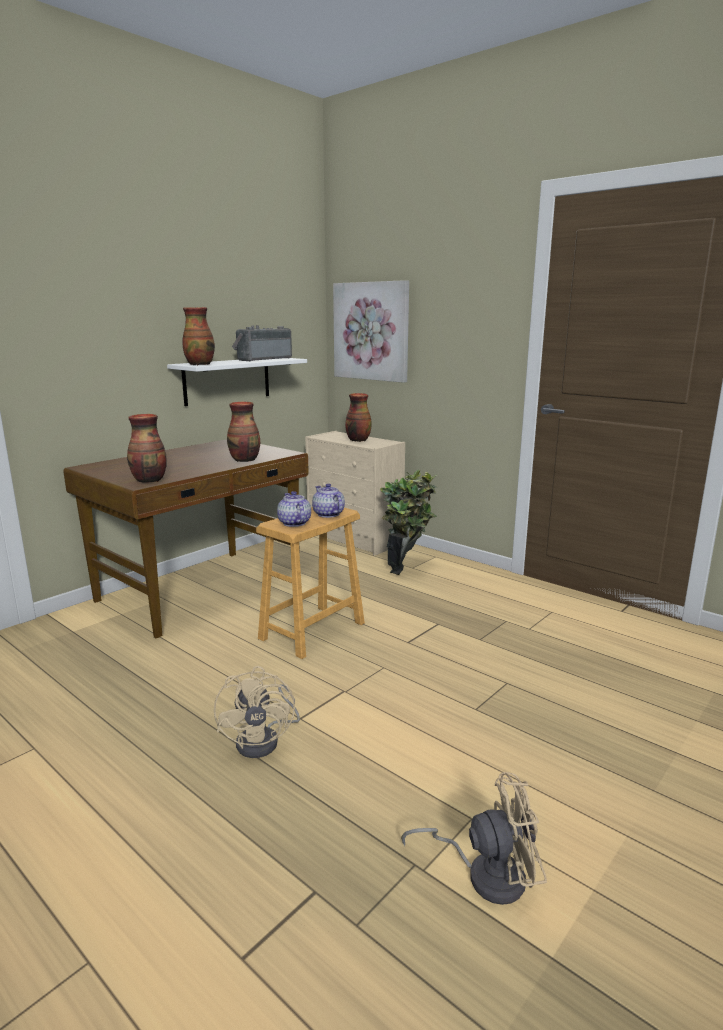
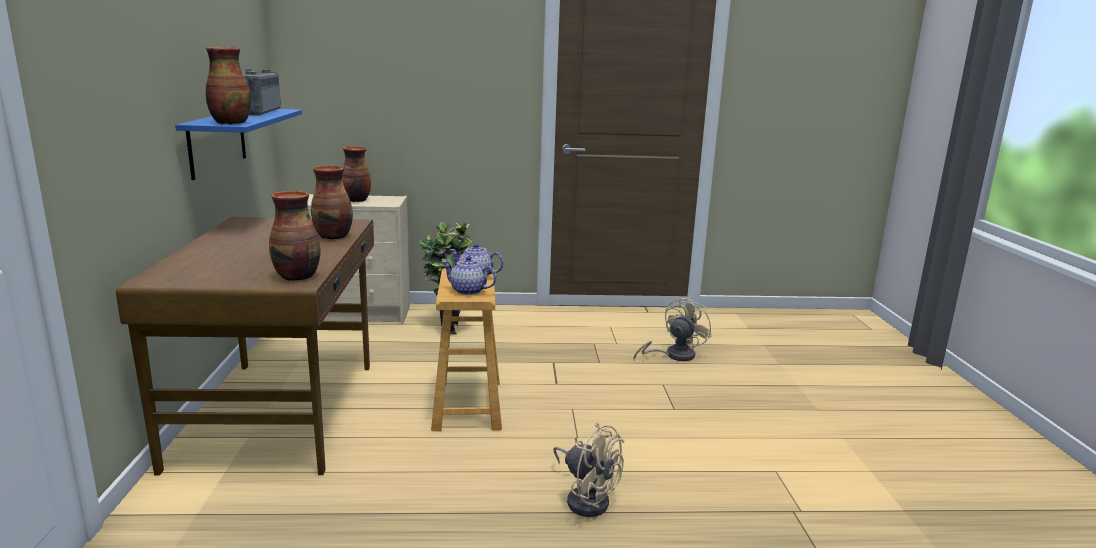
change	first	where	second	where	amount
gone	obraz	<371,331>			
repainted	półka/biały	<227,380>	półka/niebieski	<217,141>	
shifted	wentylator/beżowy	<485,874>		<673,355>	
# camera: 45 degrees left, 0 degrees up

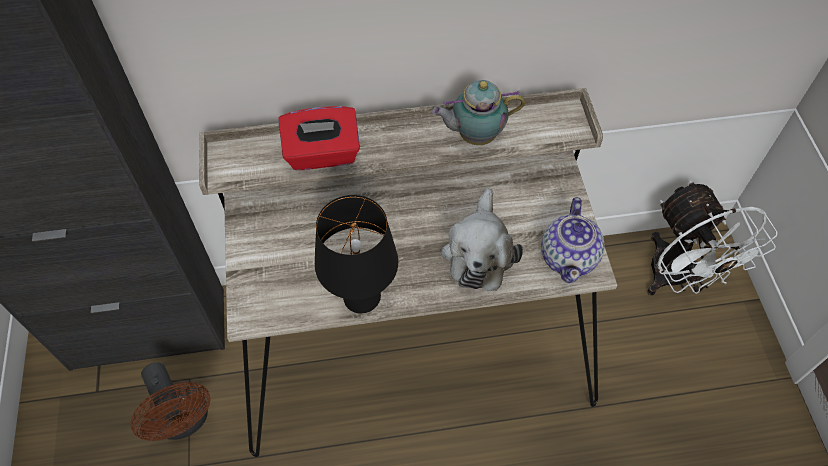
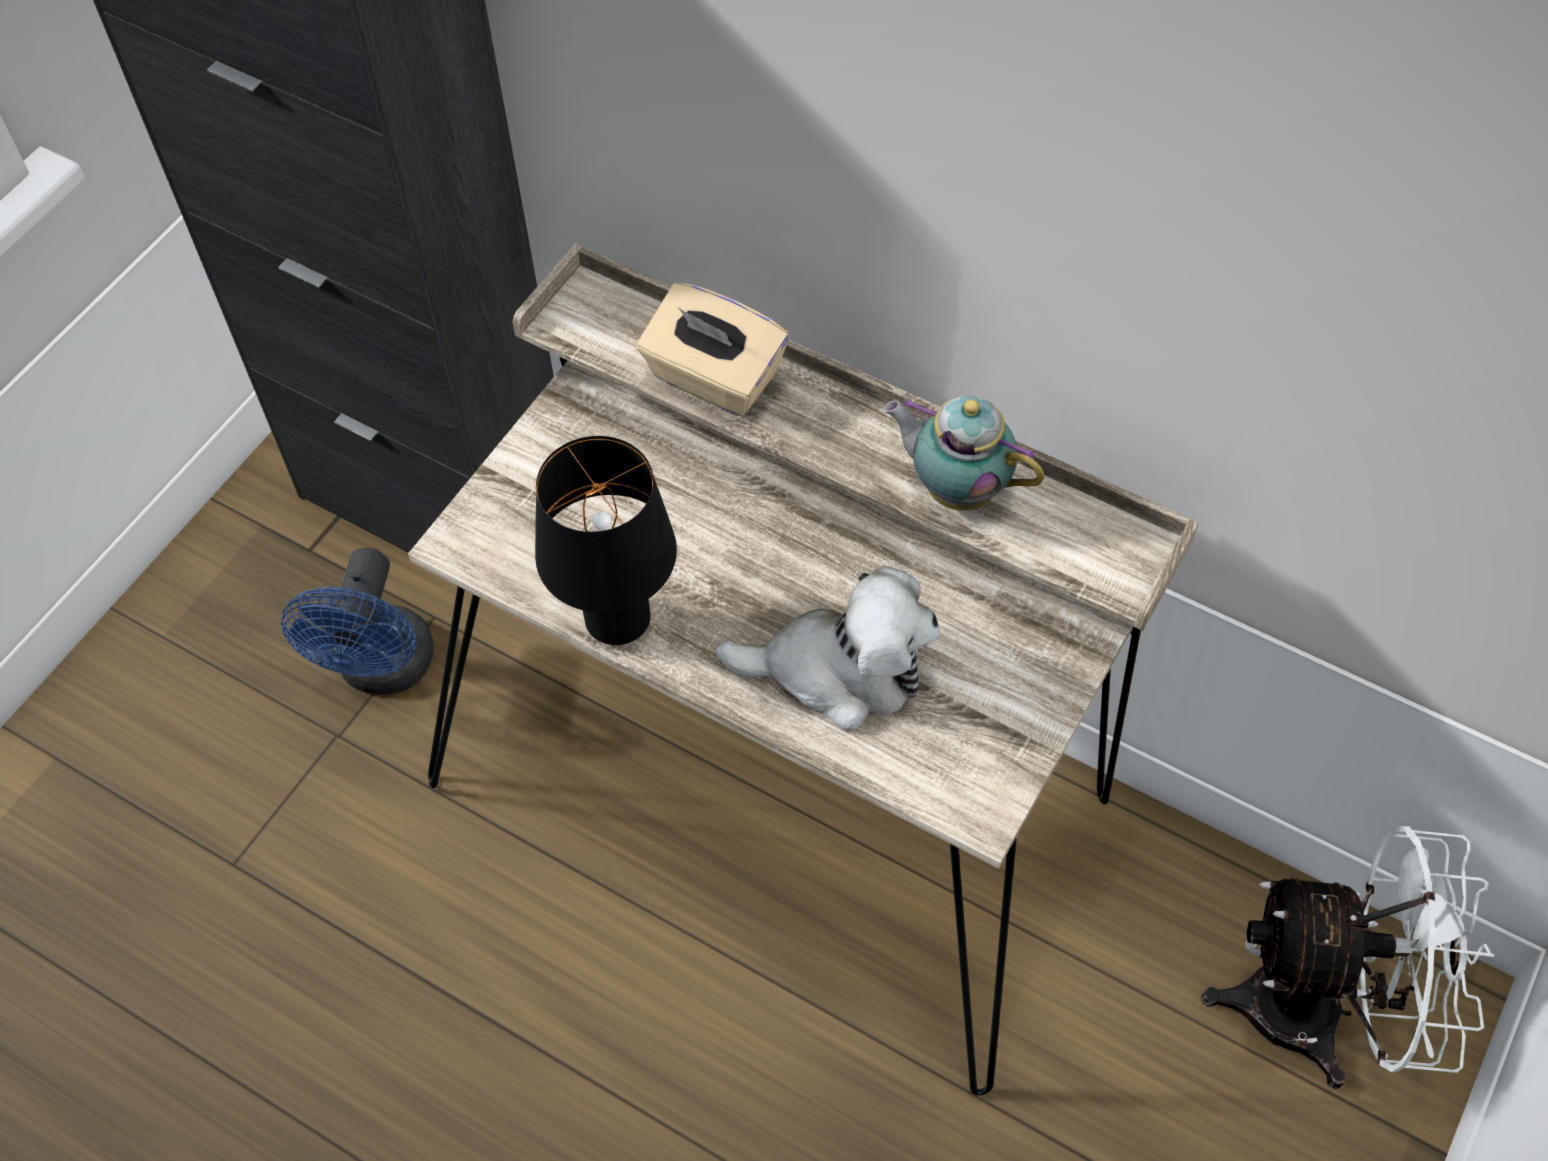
change	first	where	second	where	amount
repainted	pudełko chusteczek/czerwony	<322,154>	pudełko chusteczek/beżowy	<713,378>	
rotated	wentylator/biały	<677,279>		<1319,1011>	105 degrees counterclockwise
rotated	pluszak	<479,252>		<839,670>	135 degrees counterclockwise
gone	imbryk	<569,257>			
repainted	wentylator/brązowy	<185,421>	wentylator/niebieski	<383,670>	
# camera: 40 degrees right, 0 degrees up

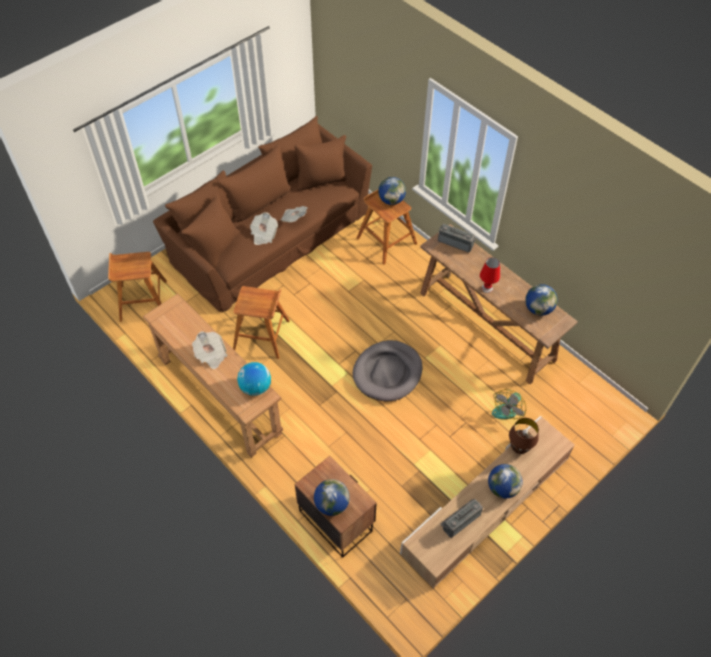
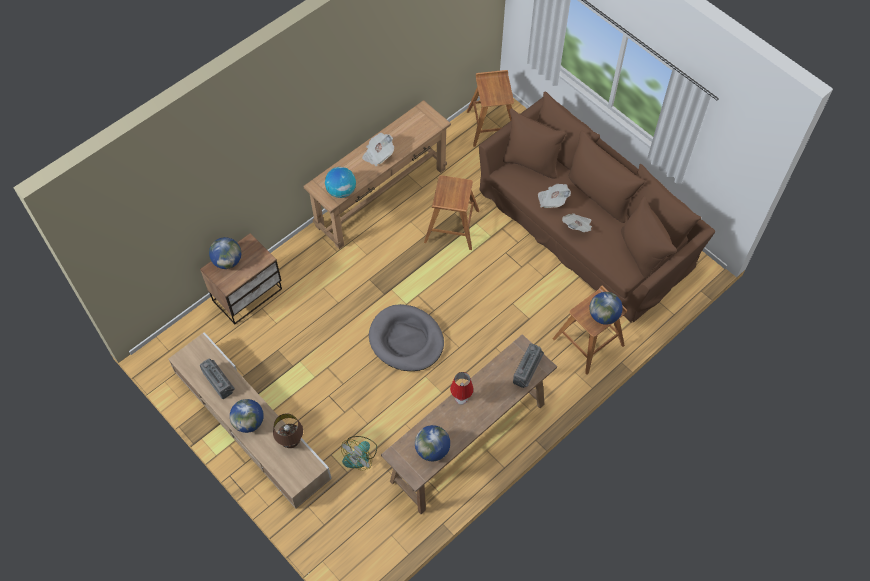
change	first	where	second	where	amount
rotated	wentylator	<507,408>		<360,455>	90 degrees counterclockwise
# camera: 90 degrees right, 5 degrees up

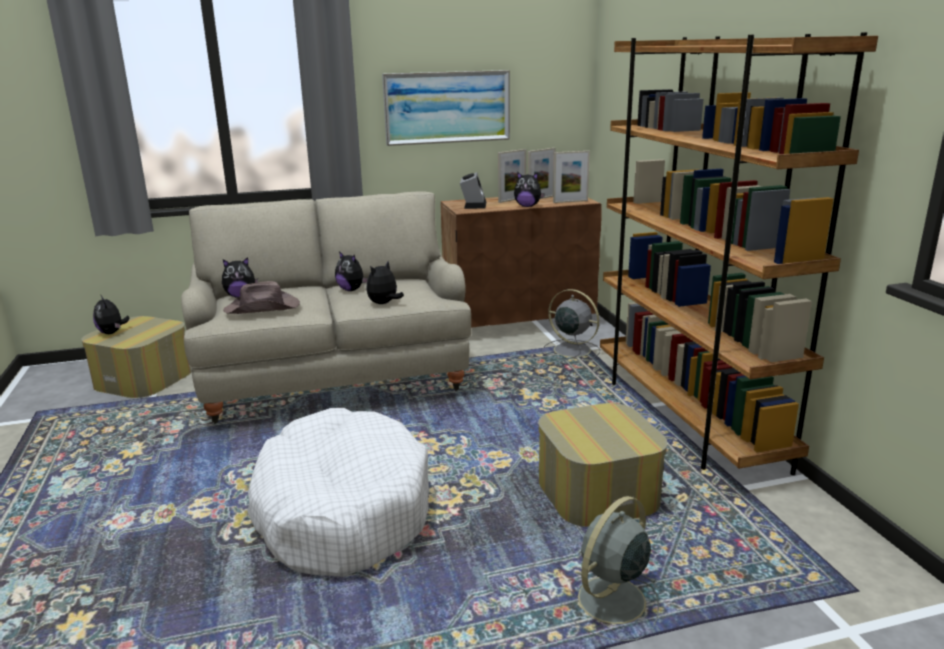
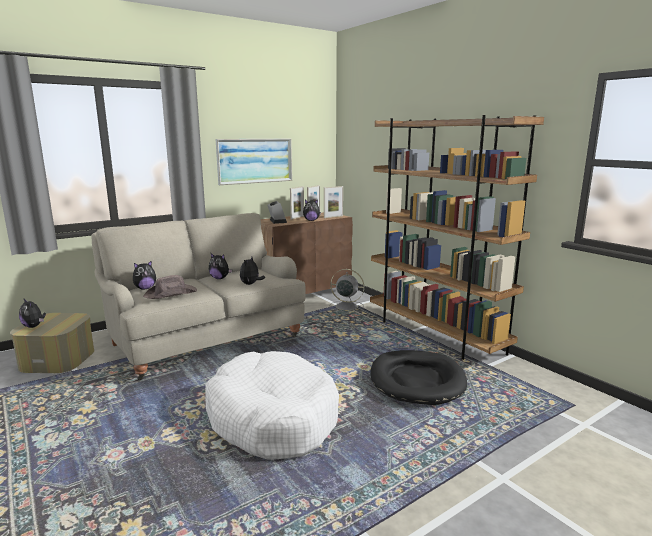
change	first	where	second	where	amount
swapped	pufa	<598,492>	legowisko/czarny	<417,380>	
gone	wentylator/szary	<609,602>			
# camera: 20 degrees left, 5 degrees down

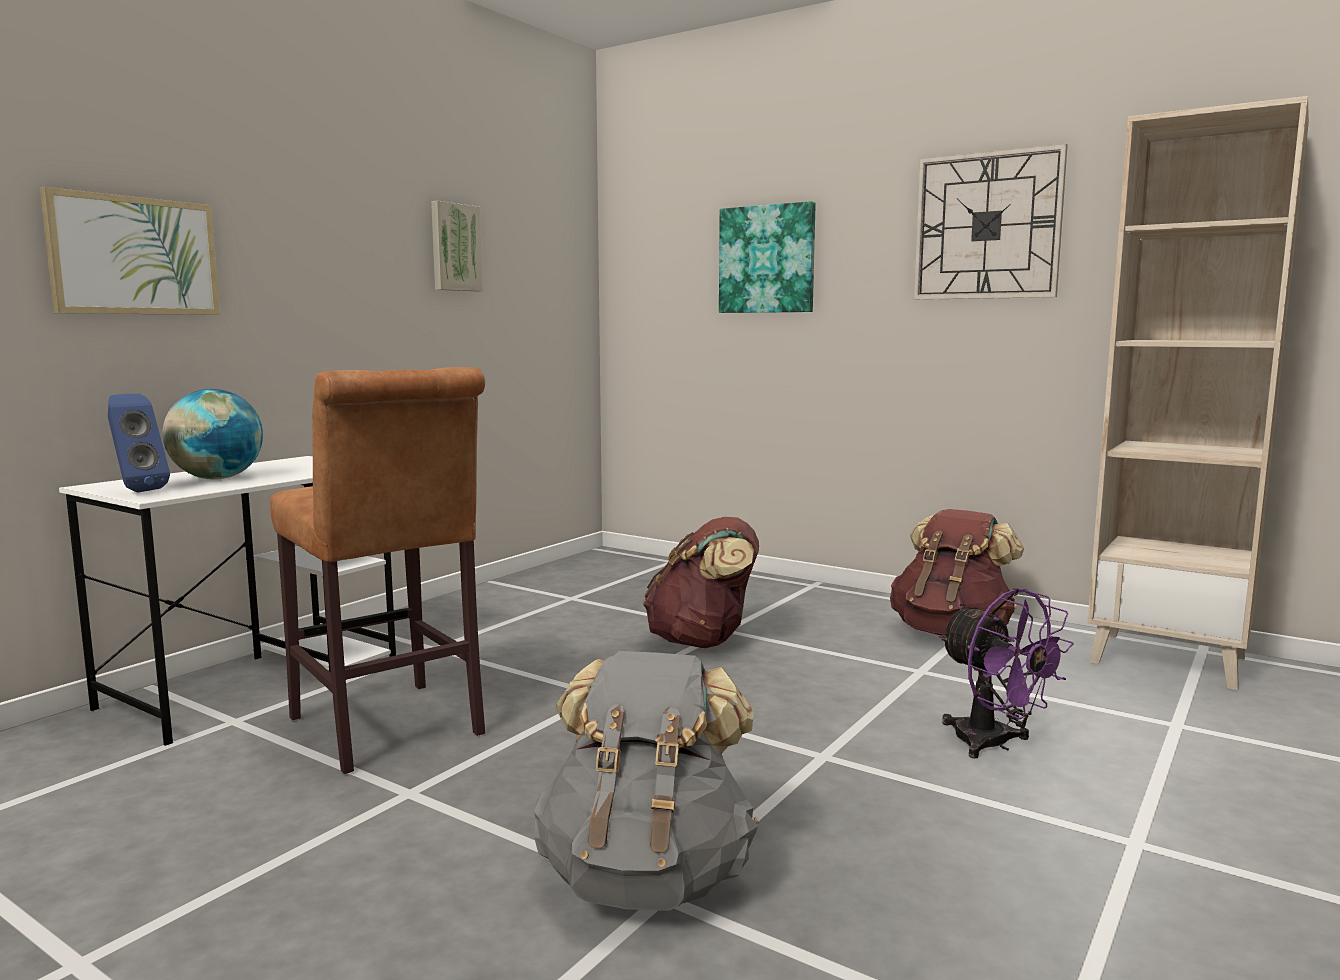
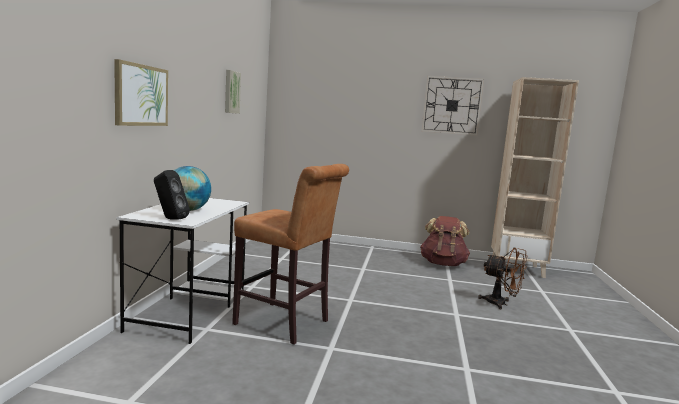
change	first	where	second	where	amount
gone	obraz	<767,259>			
repainted	głośnik/niebieski	<137,491>	głośnik/czarny	<169,219>	
gone	plecak/brązowy	<703,641>			
repainted	wentylator/fioletowy	<994,744>	wentylator/brązowy	<501,304>	
gone	plecak/szary	<647,877>			
# camera: 25 degrees left, 0 degrees up

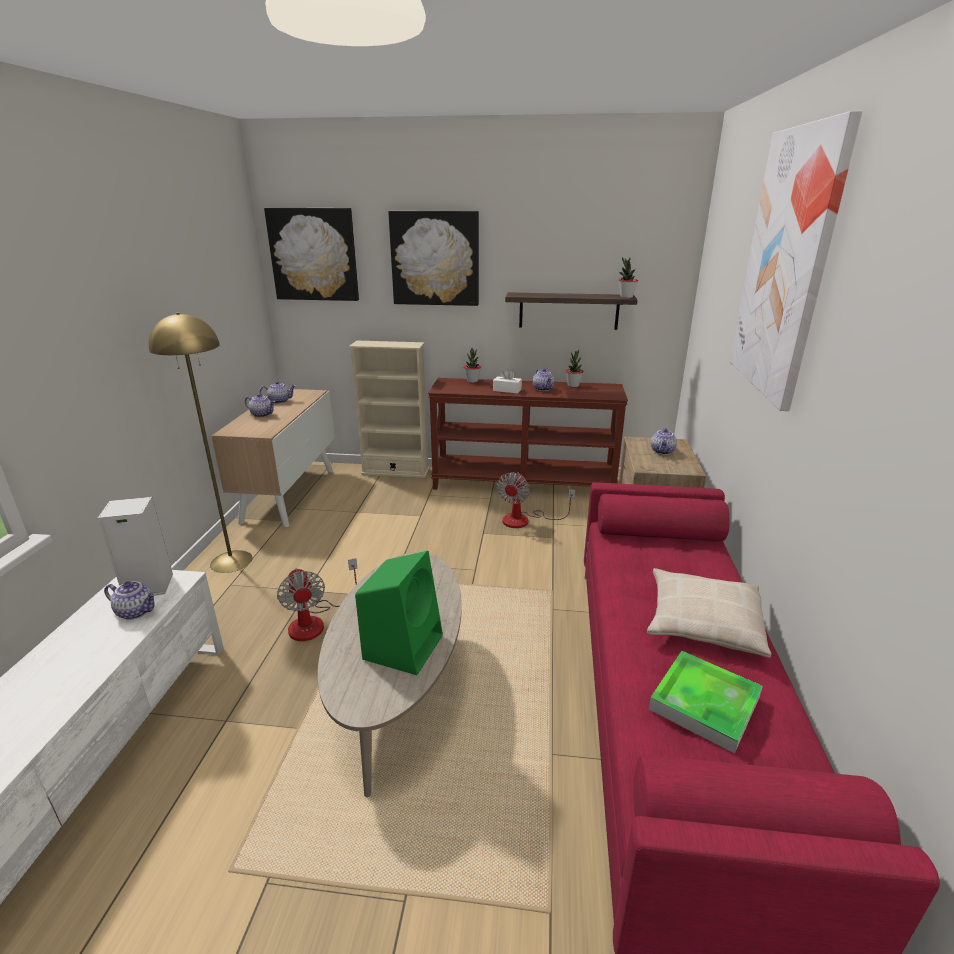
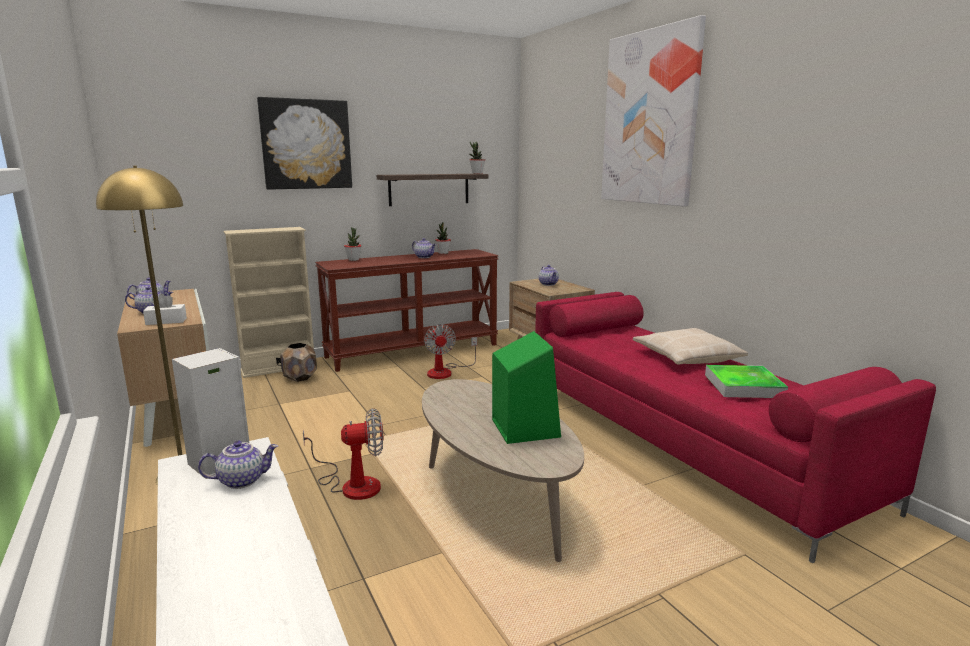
change	first	where	second	where	amount
gone	obraz	<314,254>			
shifted	pudełko chusteczek/biały	<507,390>		<166,321>	
rotated	wentylator	<315,621>		<352,484>	45 degrees counterclockwise
new			donica/brązowy	<300,378>	
# camera: 35 degrees left, 10 degrees down

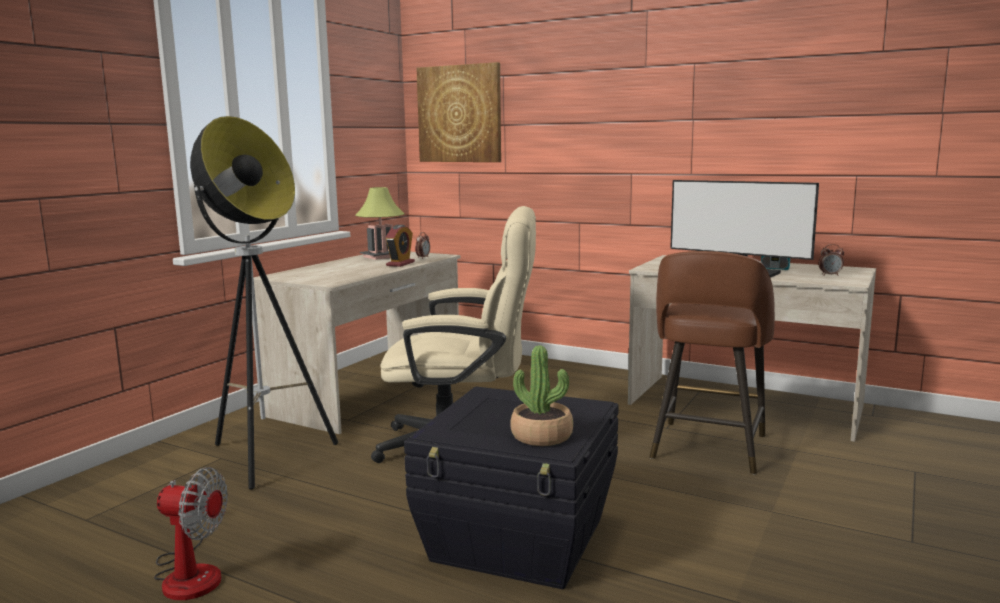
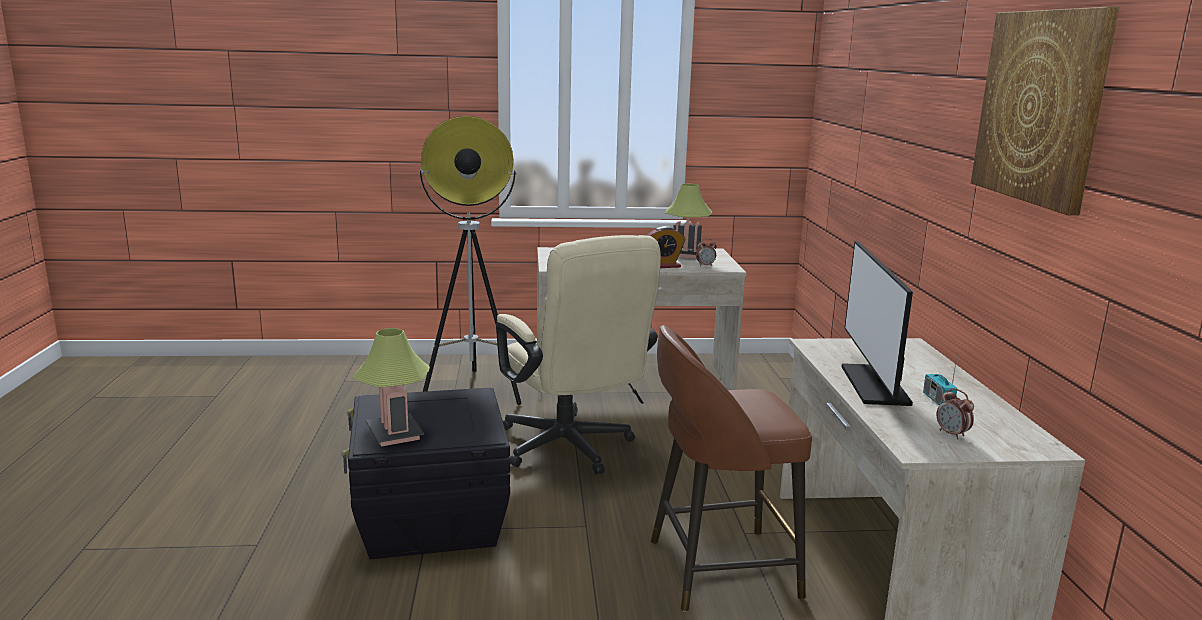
change	first	where	second	where	amount
shifted	obraz	<459,114>		<1040,107>	
swapped	roślina doniczkowa	<542,436>	lampa stołowa	<395,433>	
gone	wentylator	<190,572>			
# camera: 55 degrees right, 5 degrees up

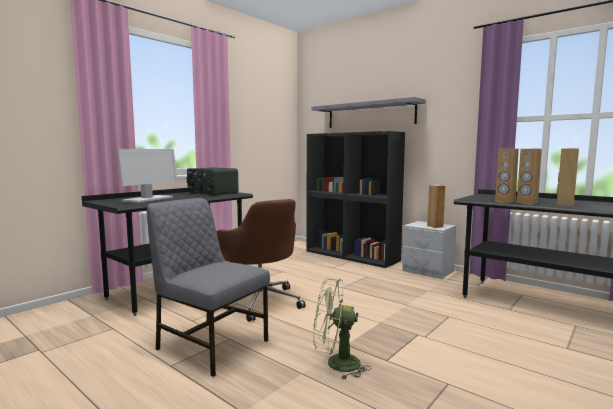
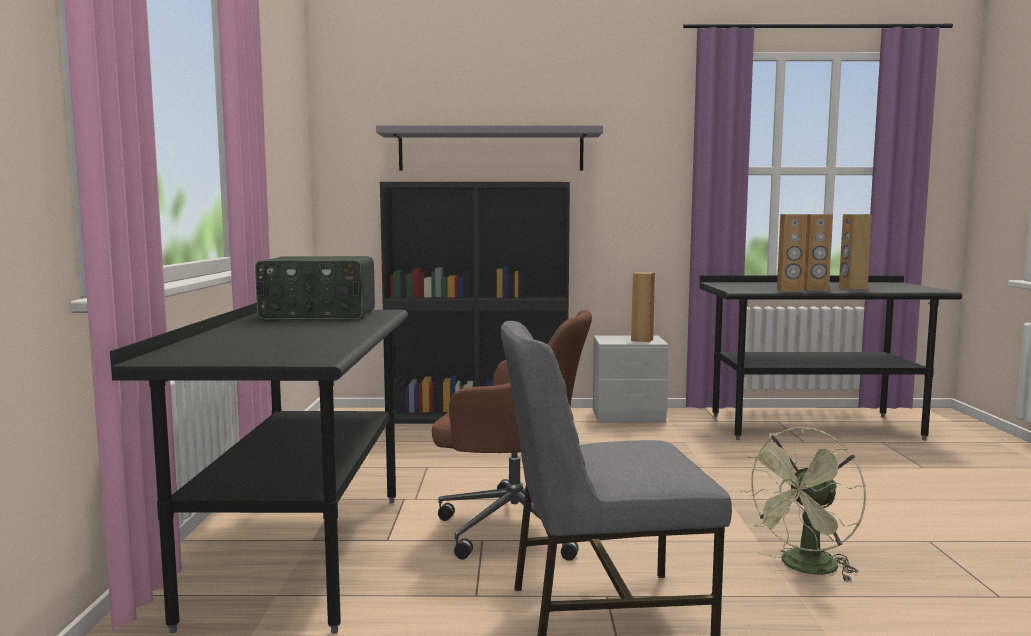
change	first	where	second	where	amount
gone	monitor	<148,199>			
# camera: 40 degrees left, 0 degrees up

